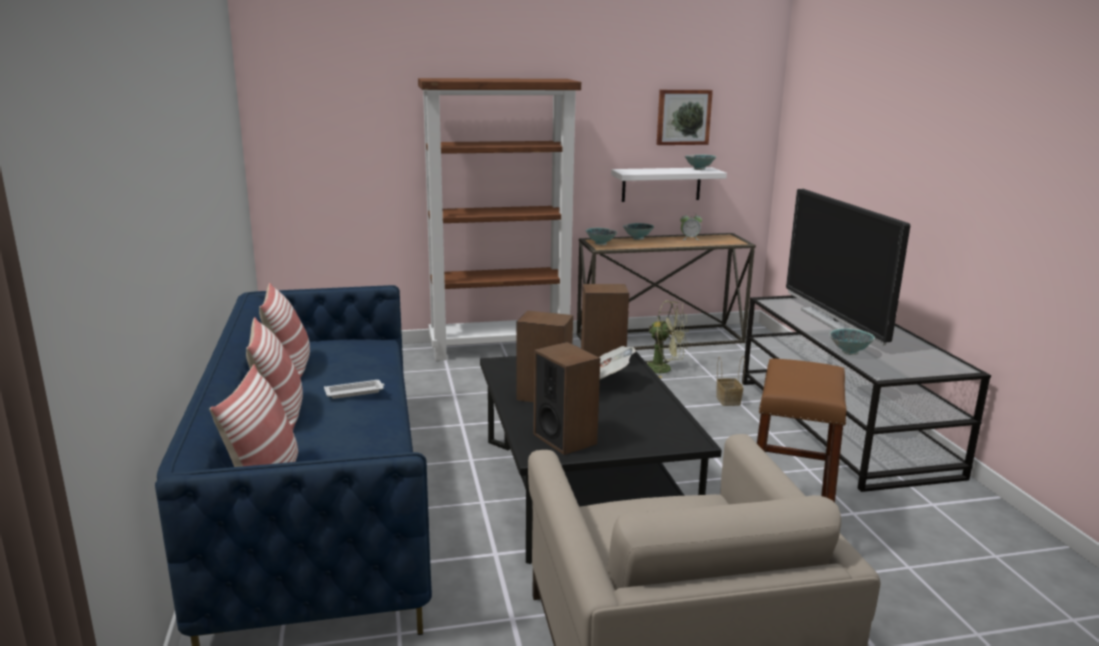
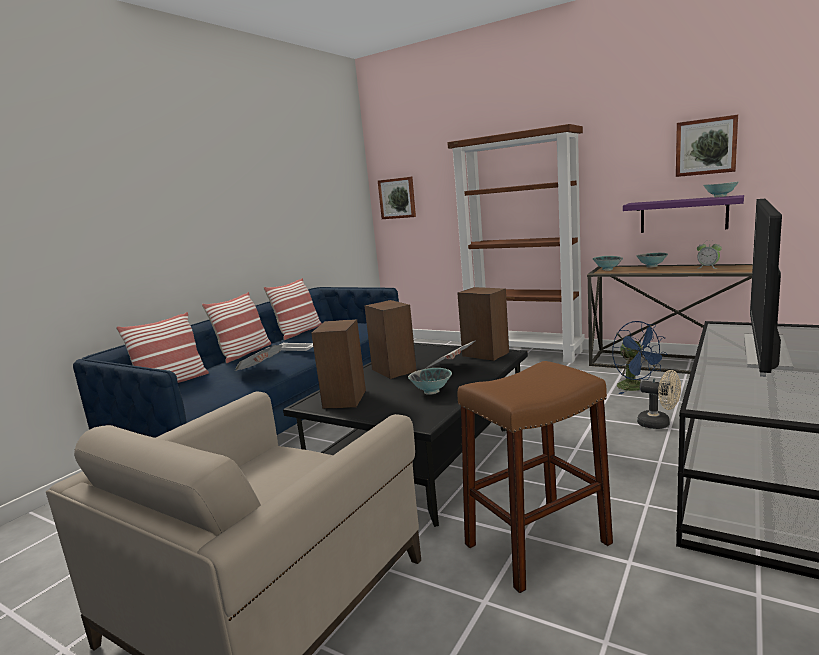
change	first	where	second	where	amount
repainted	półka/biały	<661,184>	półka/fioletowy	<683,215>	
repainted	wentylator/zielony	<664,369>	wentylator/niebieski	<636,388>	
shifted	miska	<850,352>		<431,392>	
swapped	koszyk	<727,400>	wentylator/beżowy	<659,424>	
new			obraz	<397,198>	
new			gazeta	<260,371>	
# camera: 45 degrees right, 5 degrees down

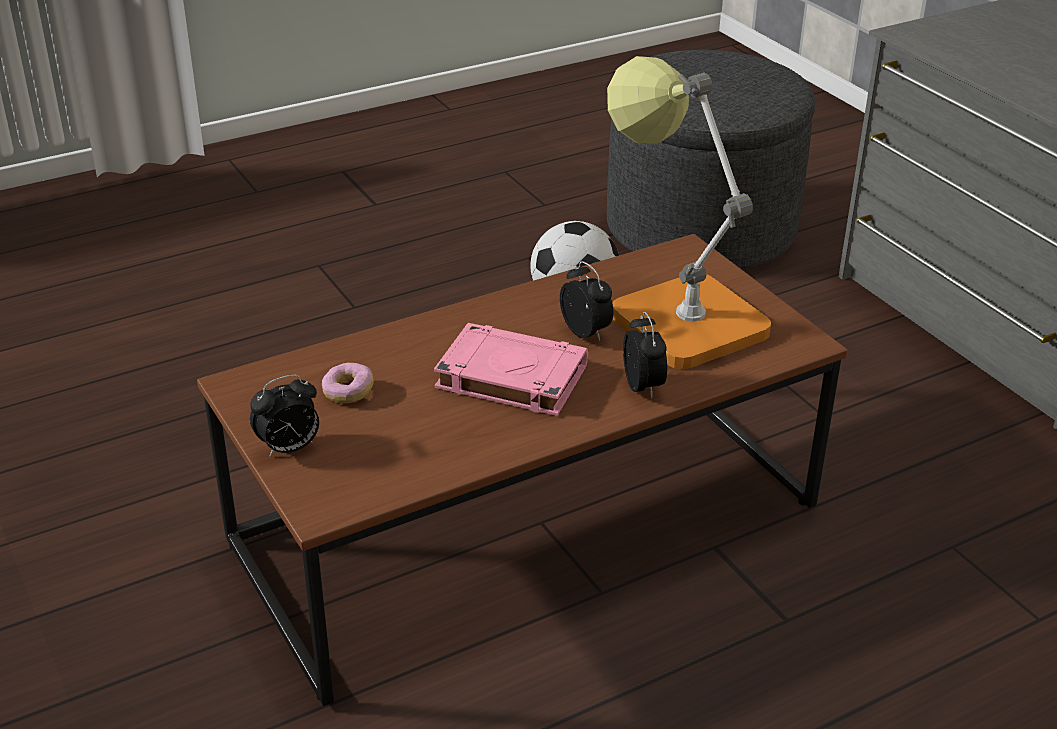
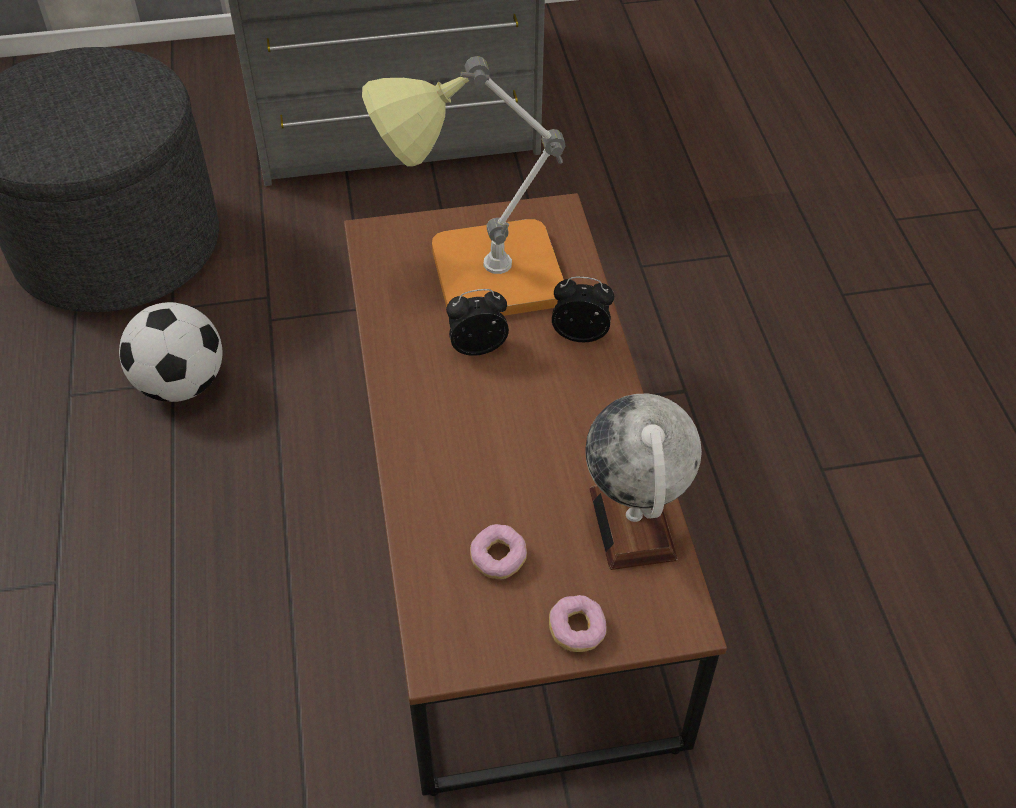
change	first	where	second	where	amount
gone	książka/różowy	<509,377>			
swapped	budzik	<289,448>	donut	<577,630>	
new			globus	<633,524>	
# camera: 70 degrees left, 15 degrees up

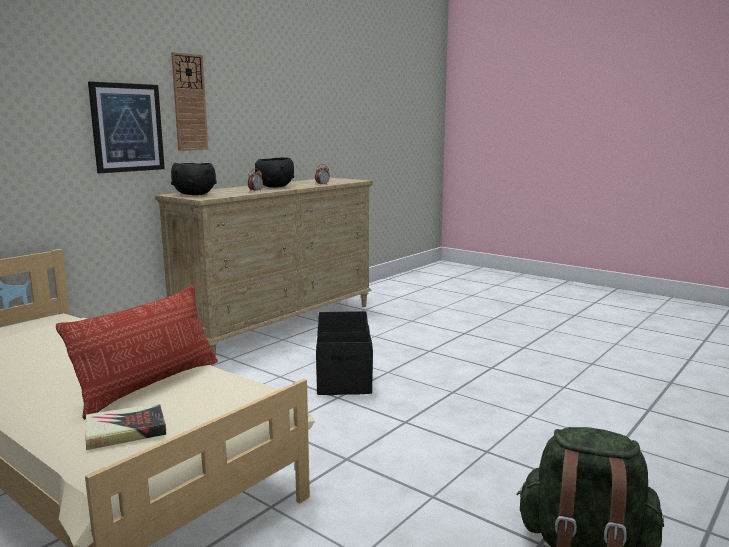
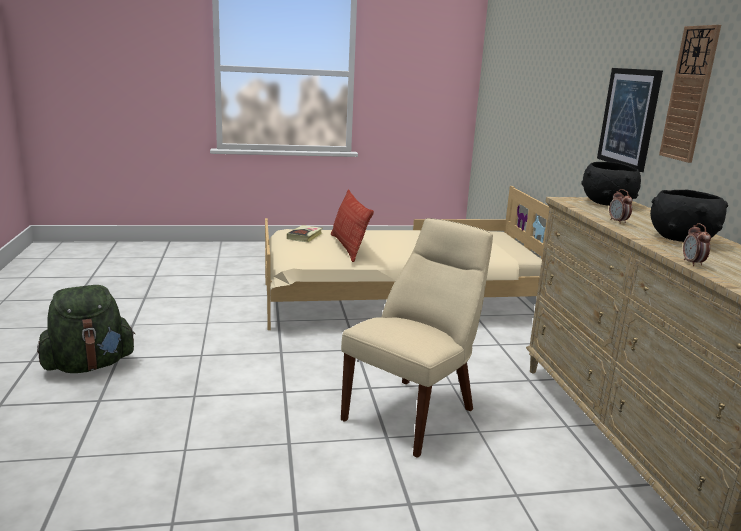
change	first	where	second	where	amount
swapped	pojemnik do przechowywania/czarny	<344,374>	krzesło/beżowy	<413,412>	
# camera: 130 degrees right, 5 degrees up

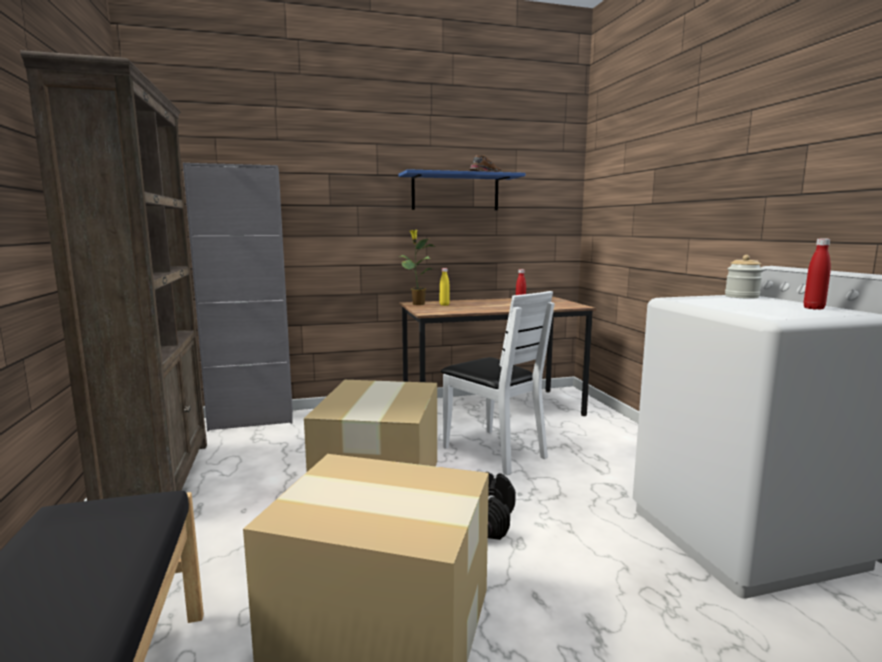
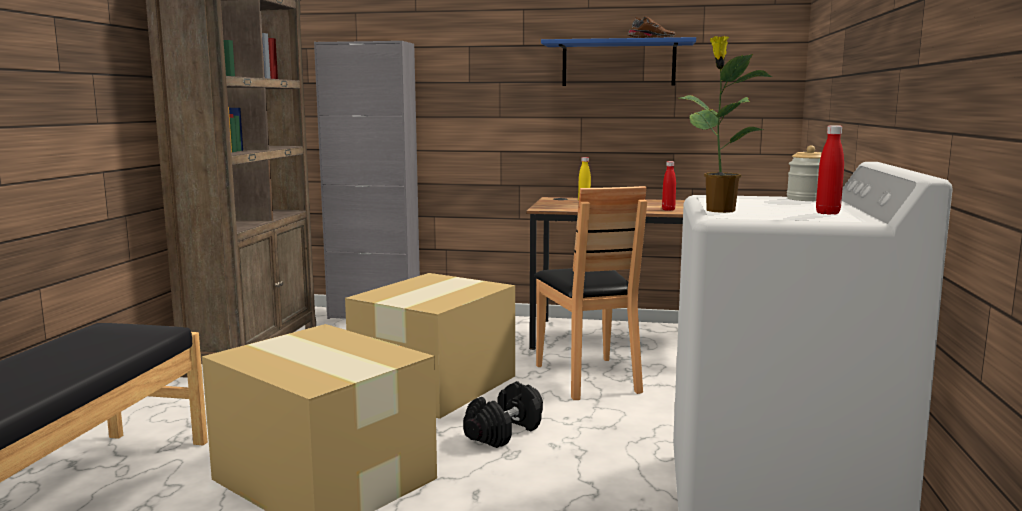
change	first	where	second	where	amount
shifted	roślina doniczkowa	<417,304>		<718,210>	
repainted	krzesło/biały	<494,451>	krzesło/brązowy	<588,378>	
# camera: 25 degrees right, 0 degrees up

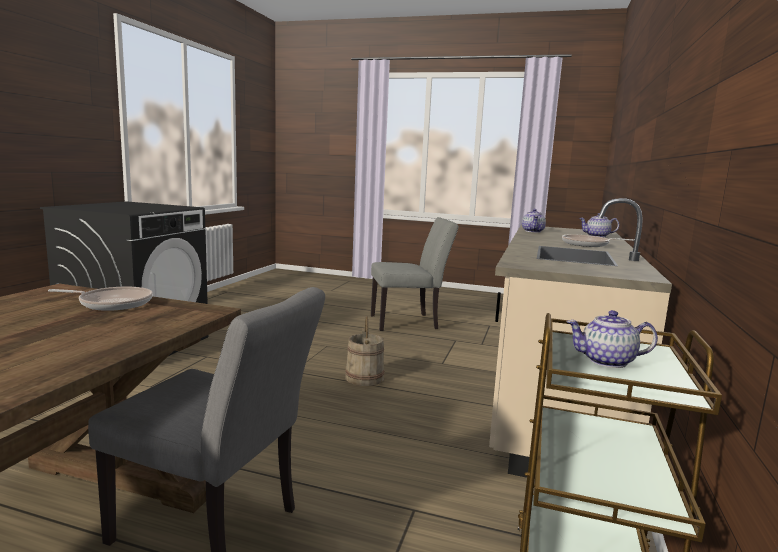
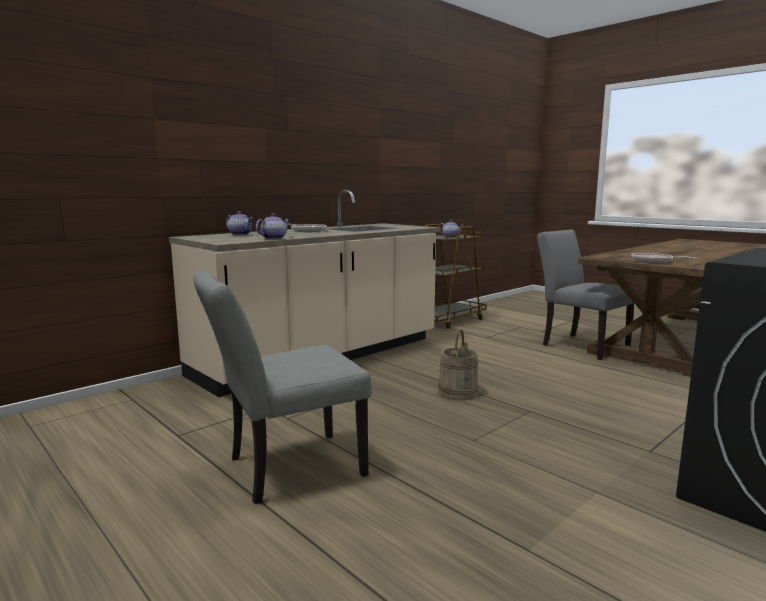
change	first	where	second	where	amount
rotated	krzesło/szary	<409,322>		<285,469>	45 degrees counterclockwise
# camera: 150 degrees left, 0 degrees up

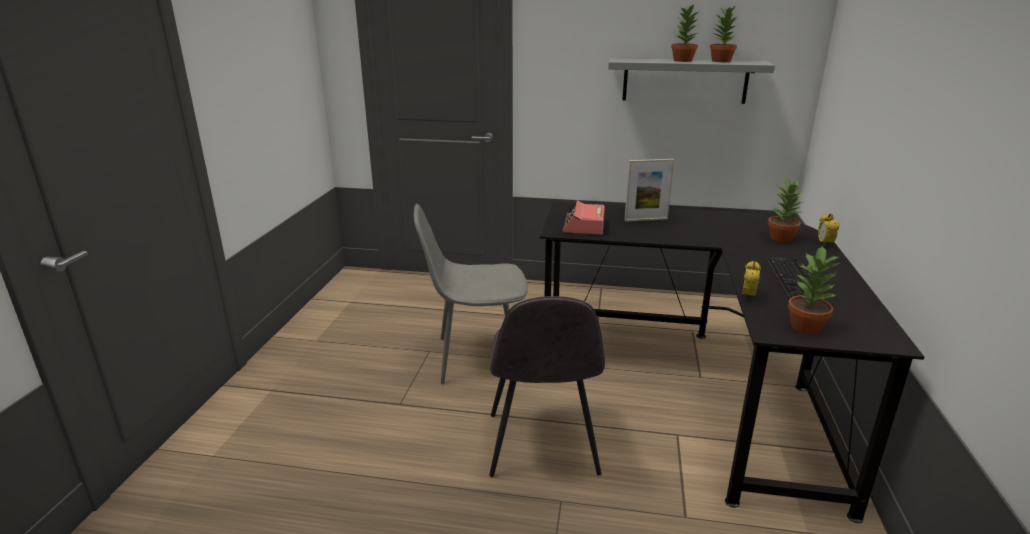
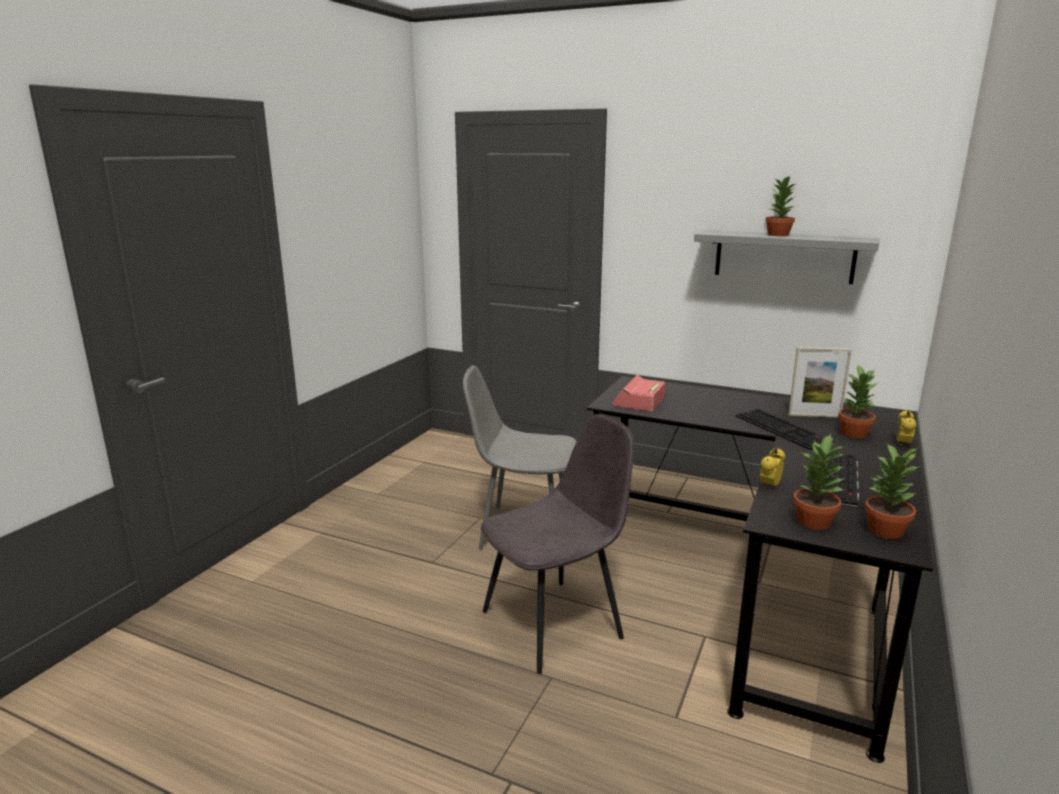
change	first	where	second	where	amount
shifted	roślina doniczkowa	<721,61>		<886,531>	
shifted	ramka na zdjęcie	<646,220>		<814,416>	
rotated	krzesło/szary	<542,446>		<555,623>	135 degrees counterclockwise
new			klawiatura	<784,429>	
# camera: 15 degrees right, 5 degrees down

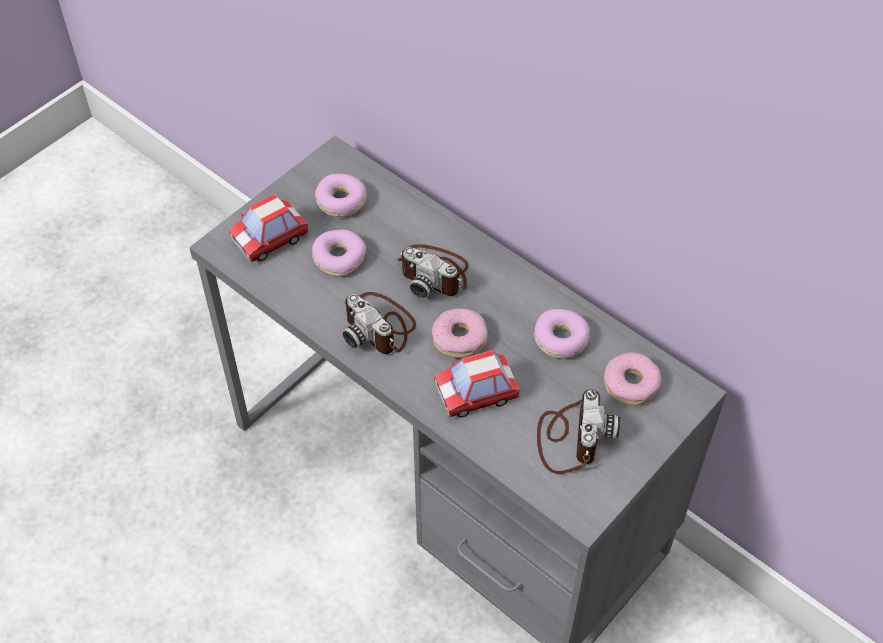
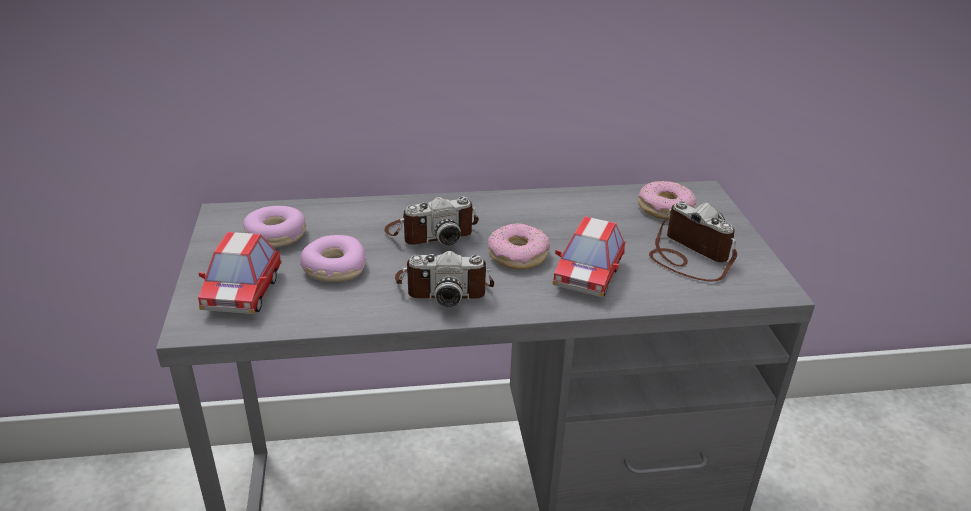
change	first	where	second	where	amount
gone	donut	<560,340>			
# camera: 50 degrees left, 20 degrees down

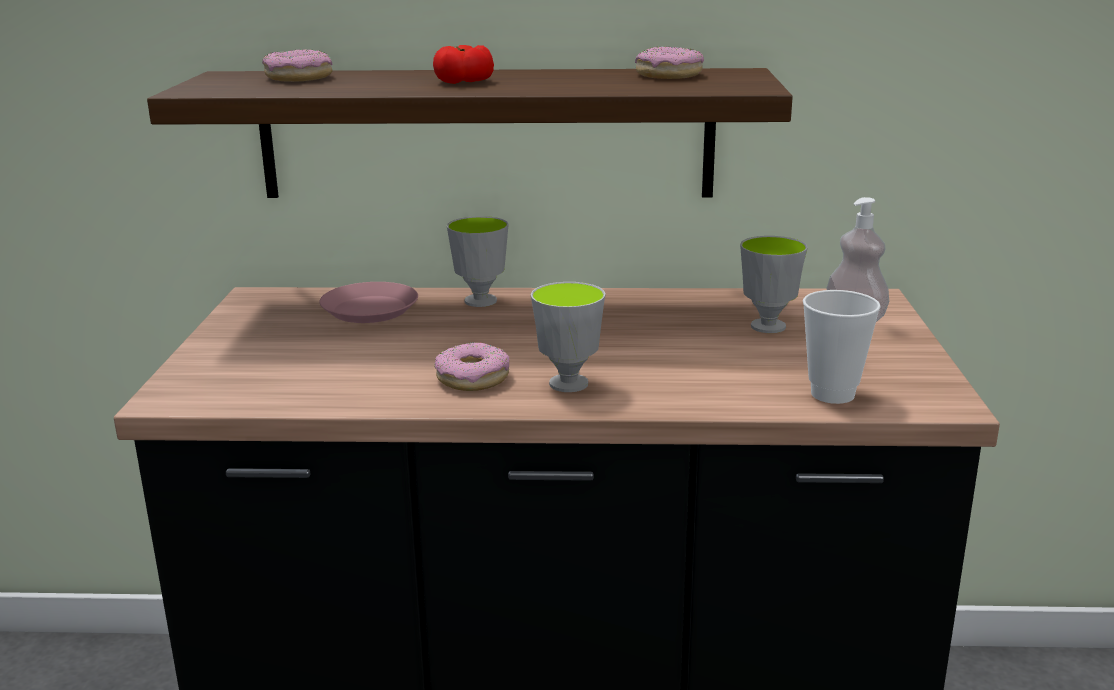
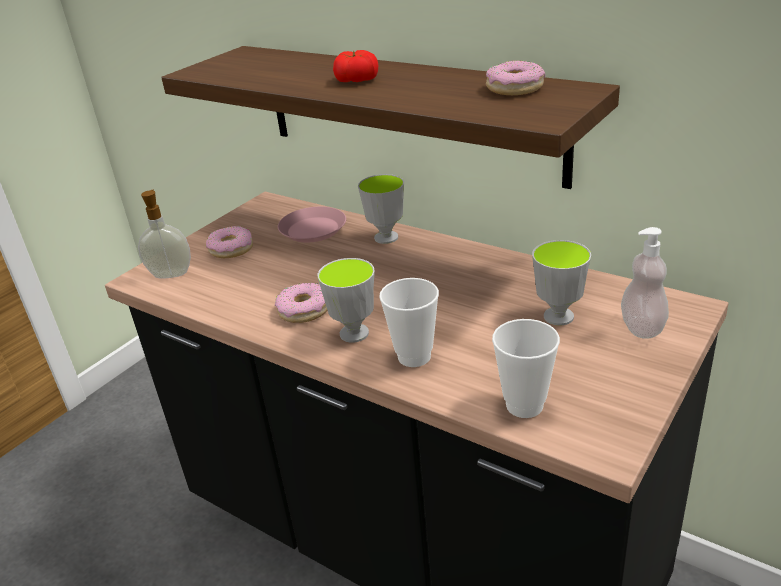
change	first	where	second	where	amount
shifted	donut	<299,77>		<231,249>	
new			dozownik mydła	<171,273>	
new			filiżanka	<414,357>	
# camera: 35 degrees right, 10 degrees up

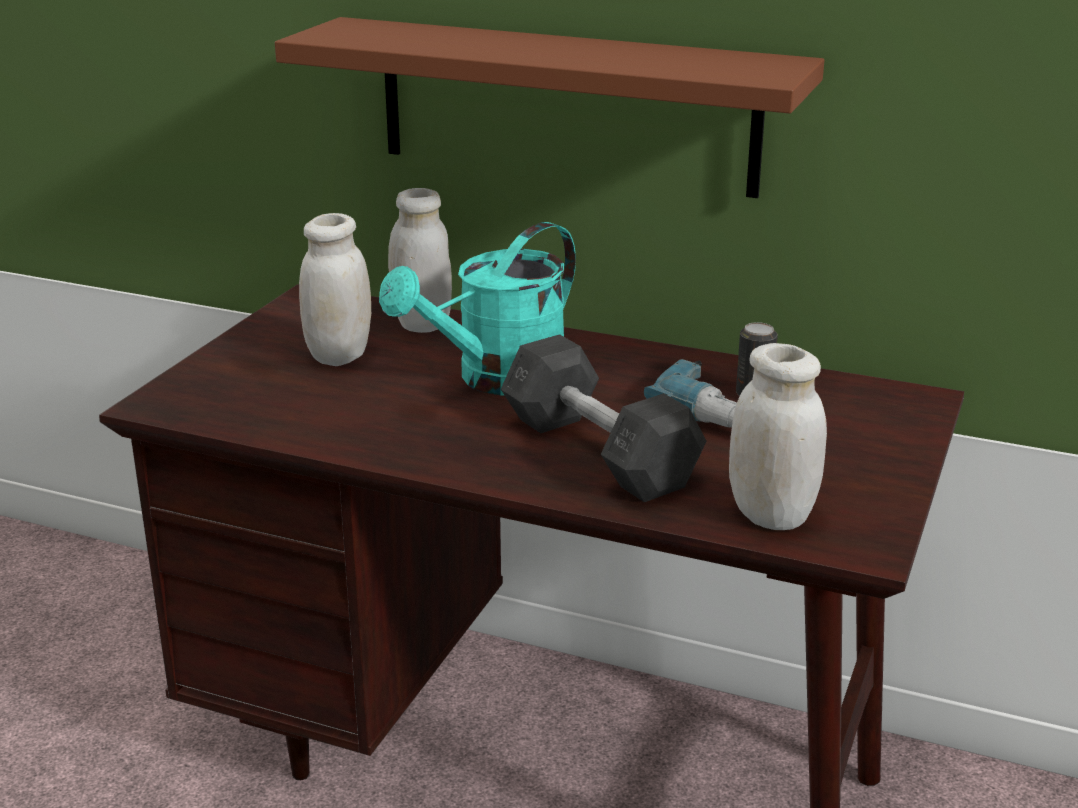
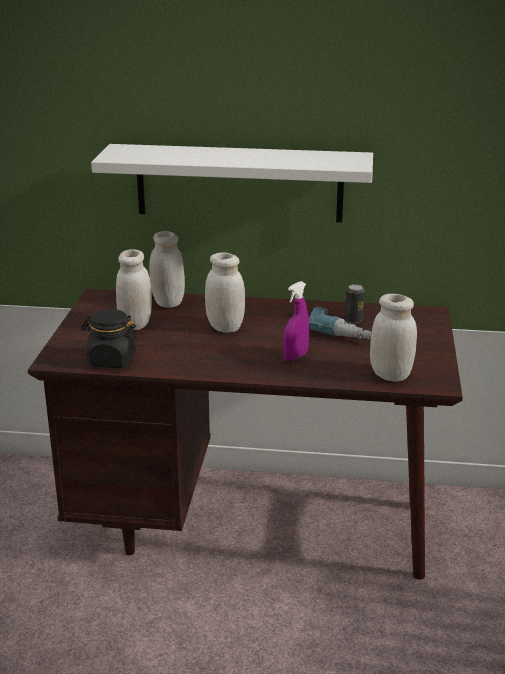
change	first	where	second	where	amount
repainted	półka/brązowy	<566,106>	półka/biały	<239,183>	
swapped	konewka/turkusowy	<497,380>	słoik/biały	<225,327>	
swapped	hantel/szary	<599,452>	spryskiwacz/fioletowy	<295,356>	
new			słoik/czarny	<111,360>	
# camera: 15 degrees left, 0 degrees up

